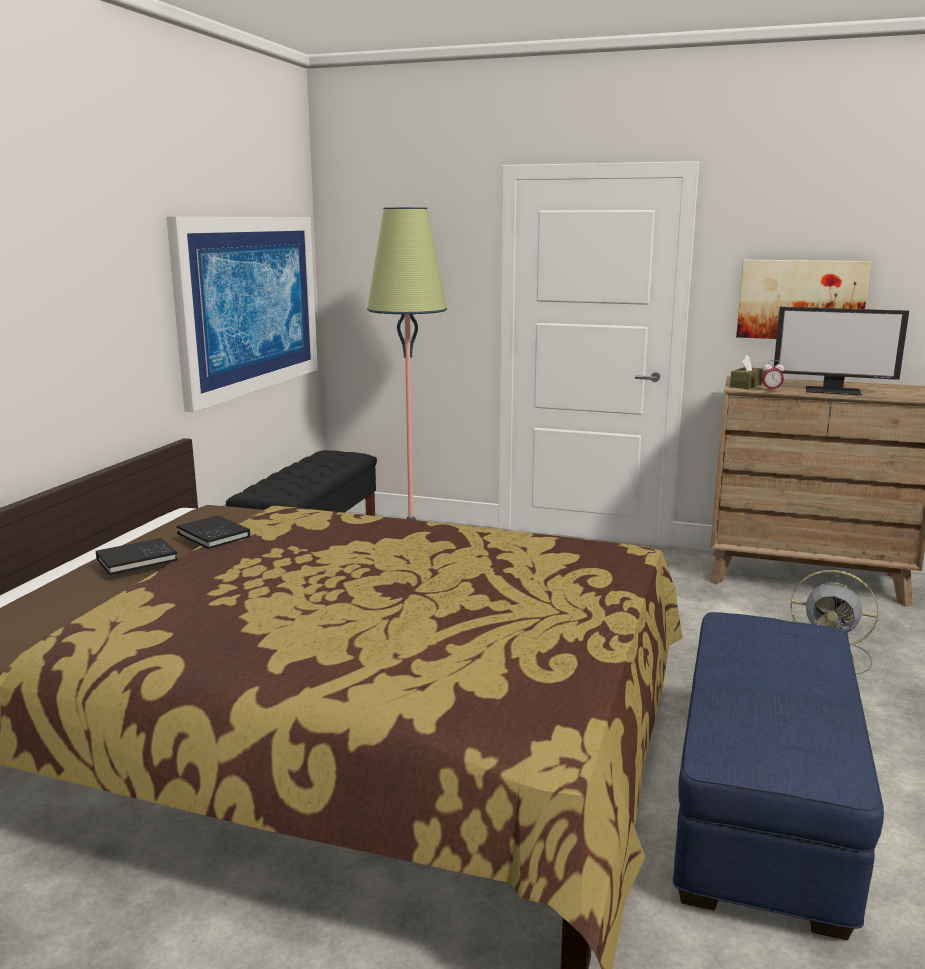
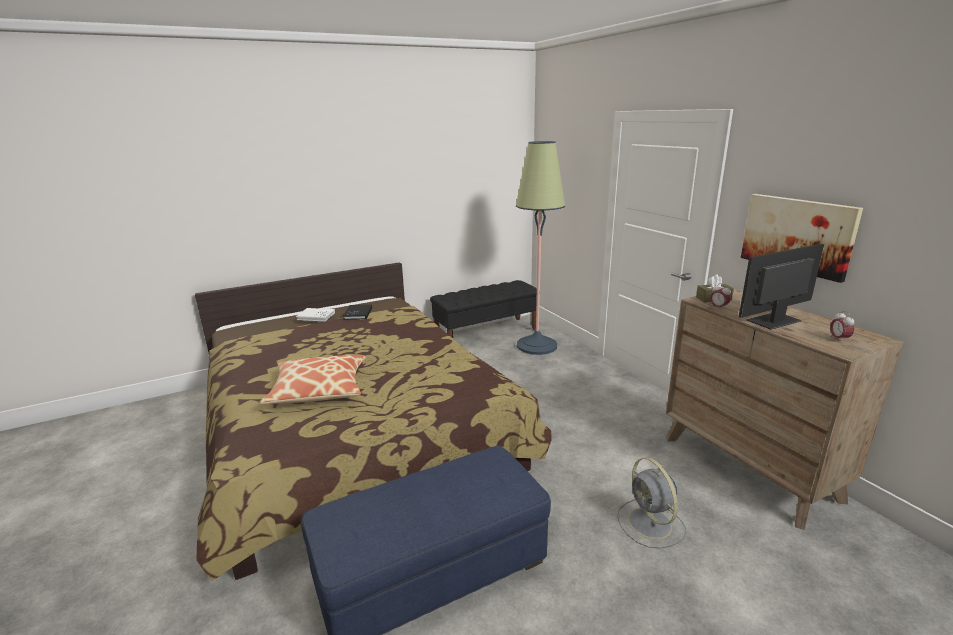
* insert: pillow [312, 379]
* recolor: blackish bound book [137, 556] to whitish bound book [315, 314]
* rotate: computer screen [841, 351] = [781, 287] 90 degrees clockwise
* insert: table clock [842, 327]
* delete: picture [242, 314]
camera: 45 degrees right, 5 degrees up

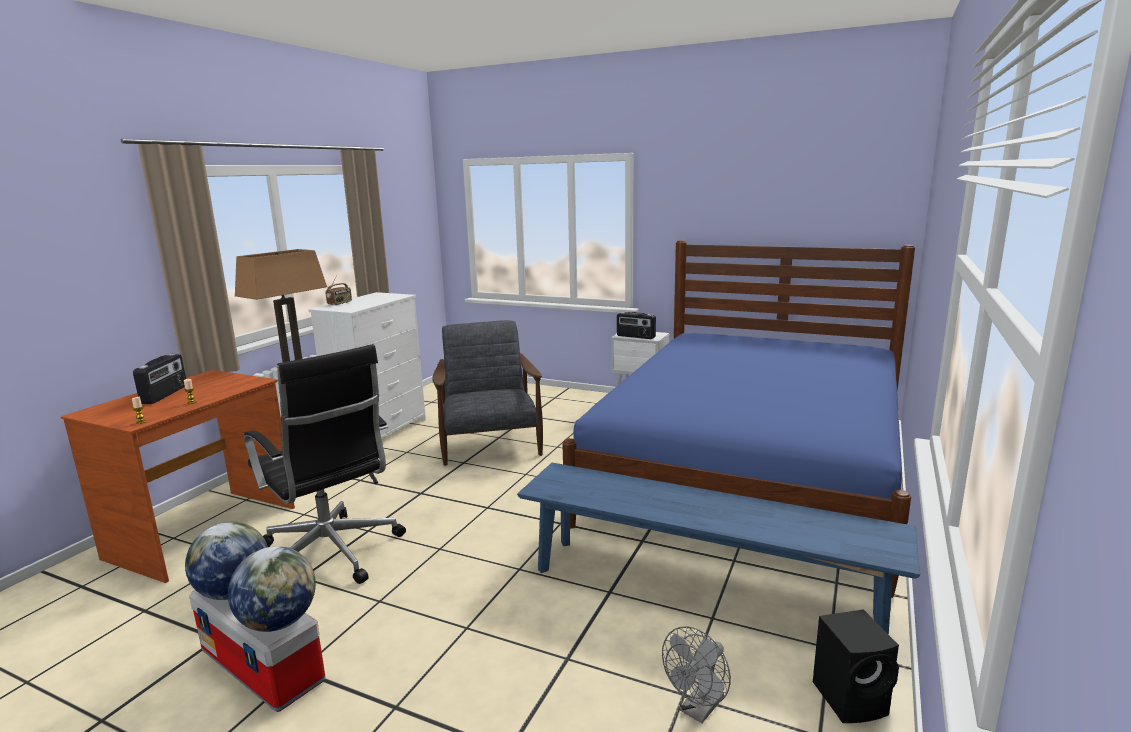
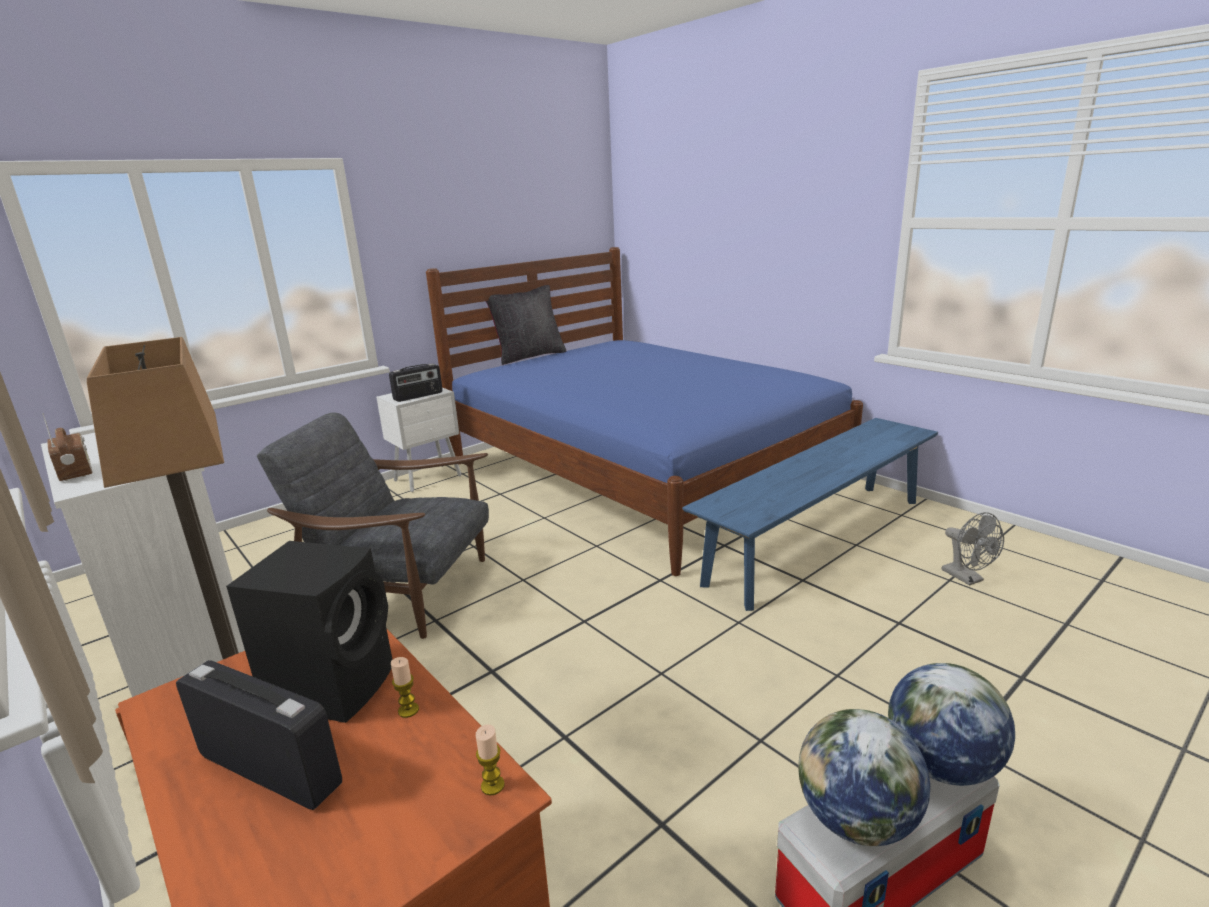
* move: blackish loudspeaker [856, 666] to [309, 632]
* insert: blackish pillow [526, 325]
* delete: blackish desk chair [325, 464]
camera: 65 degrees left, 5 degrees up

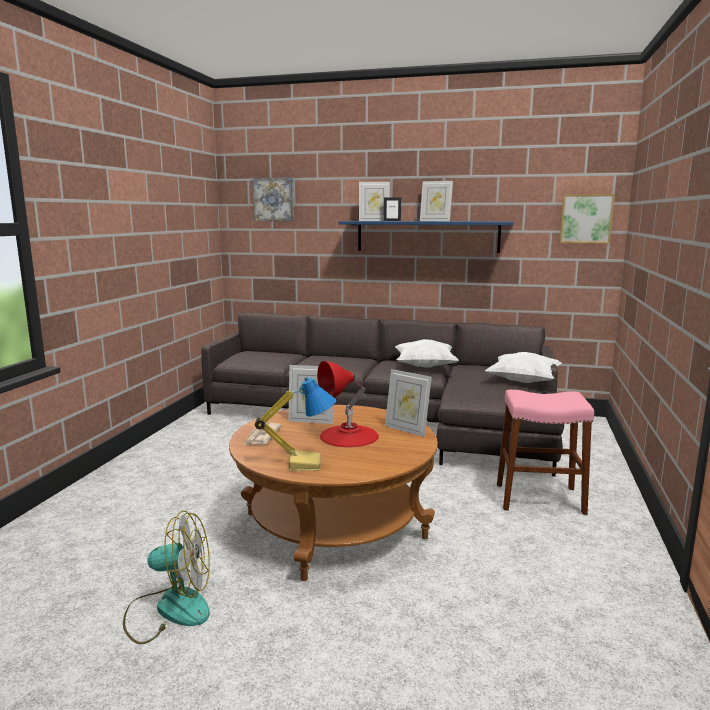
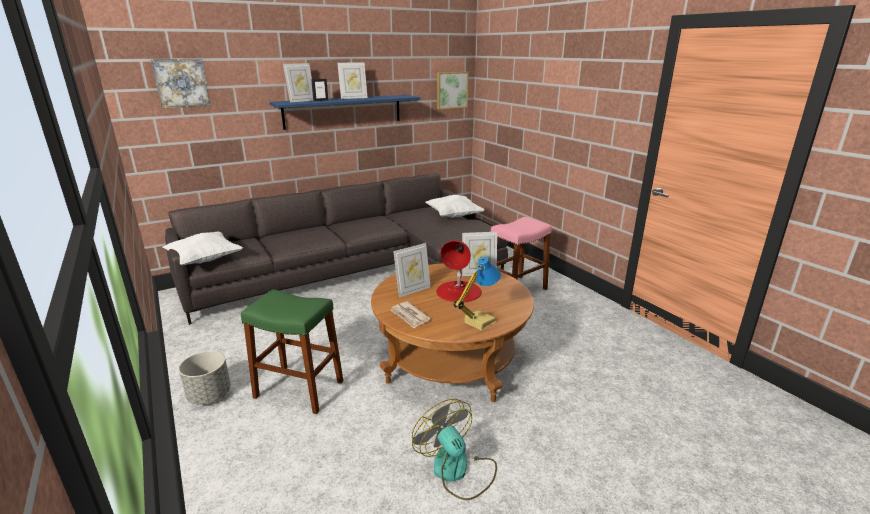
* move: whitish pillow [427, 353] to [202, 248]
* insert: gray planter [205, 377]
* insert: green sitting stool [292, 351]
* rotate: electric fan [166, 577] = [454, 449] 75 degrees counterclockwise
camera: 45 degrees left, 10 degrees up

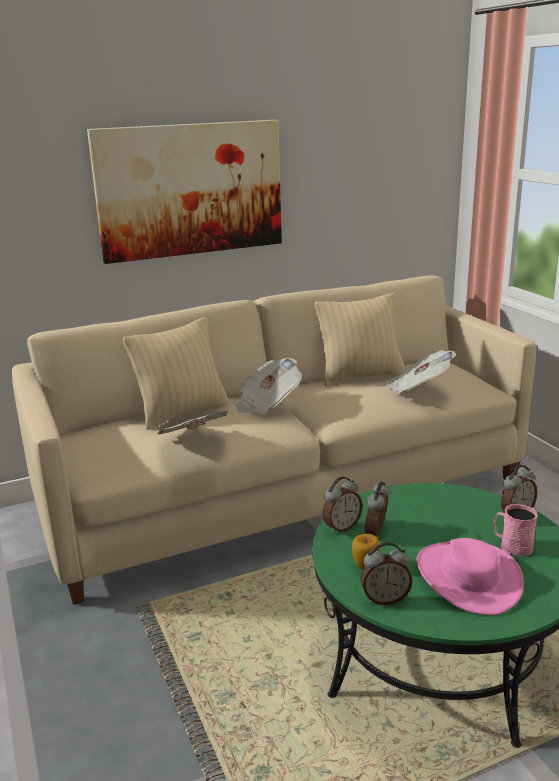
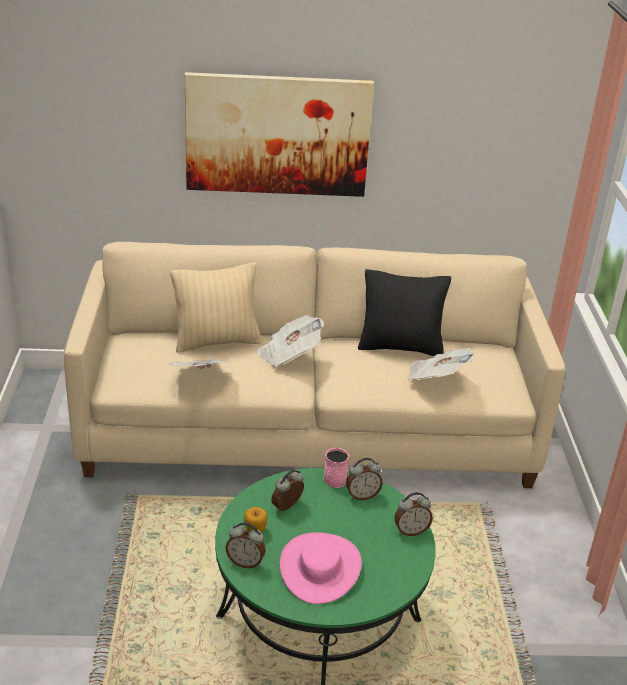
* move: pink coffee mug [516, 530] to [336, 468]
* move: table clock [343, 505] to [364, 479]
* recolor: beige-coloured pillow [360, 340] to blackish pillow [404, 312]
camera: 20 degrees right, 10 degrees up

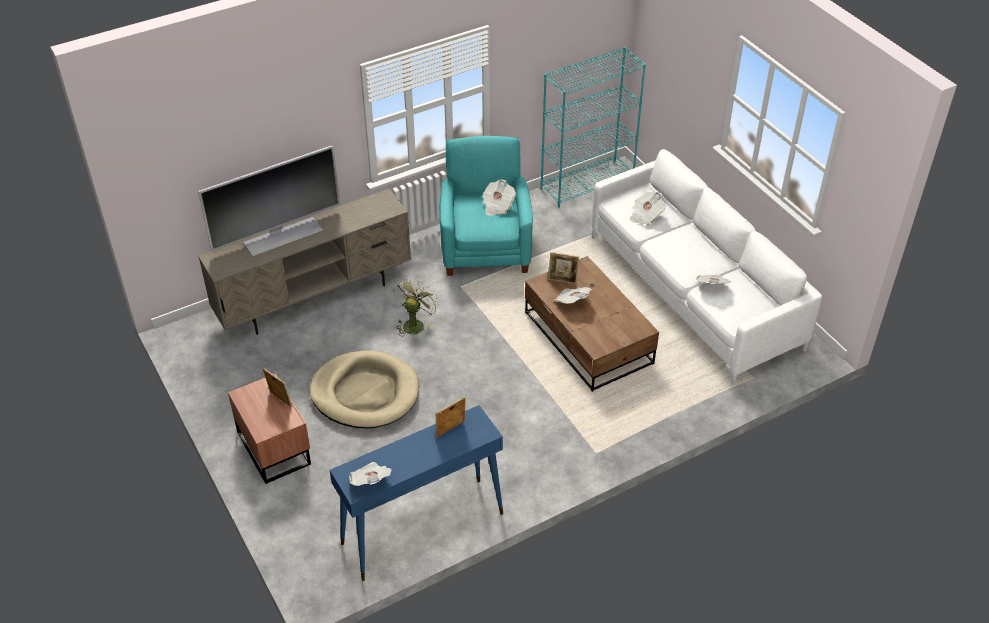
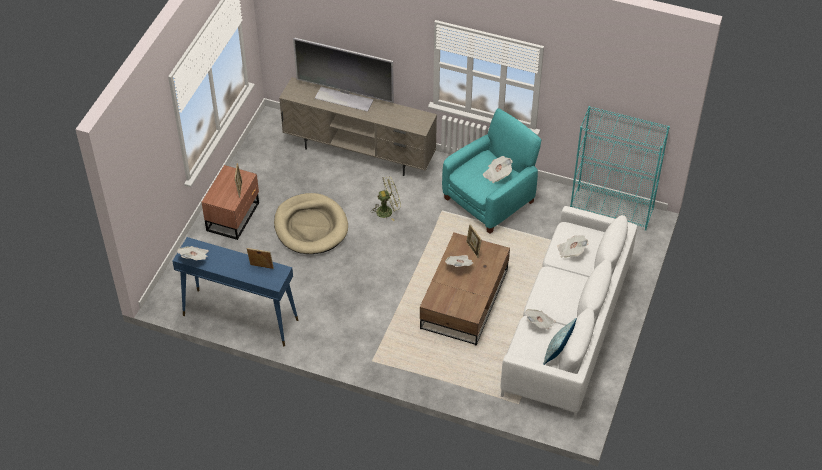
* insert: pillow [560, 341]
camera: 50 degrees right, 5 degrees up

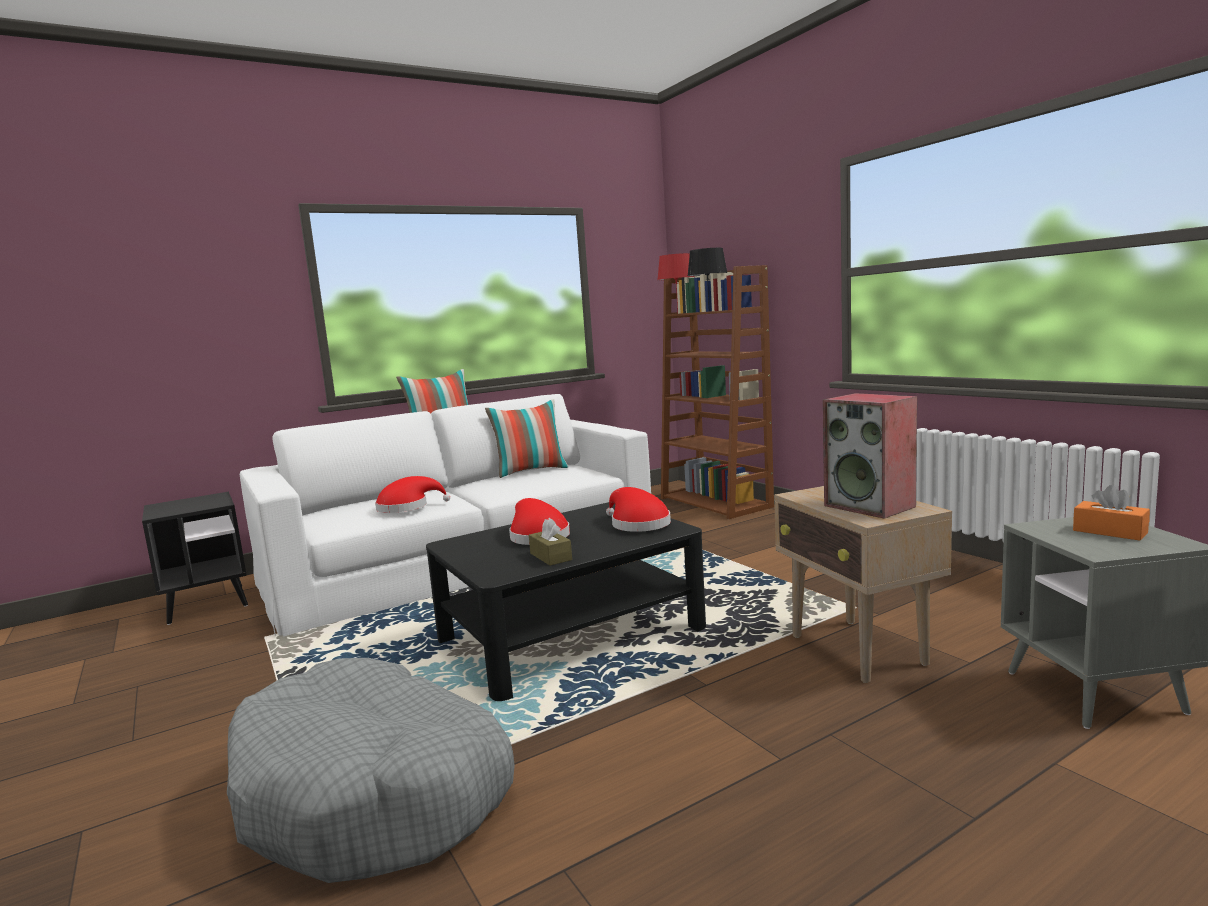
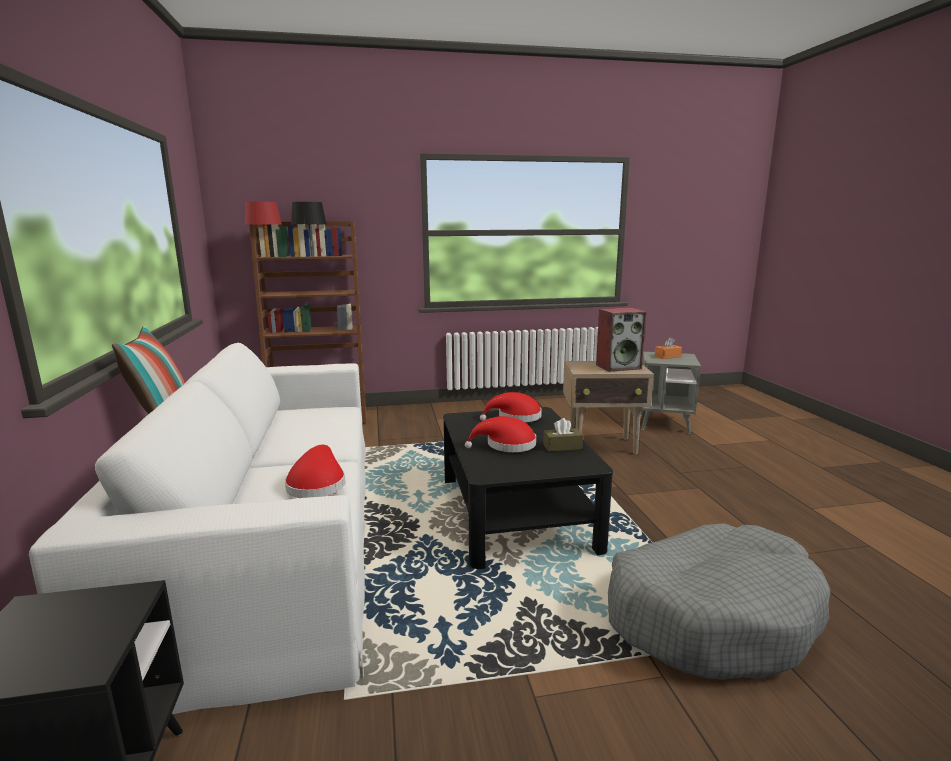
* delete: pillow [526, 438]
camera: 70 degrees left, 5 degrees up

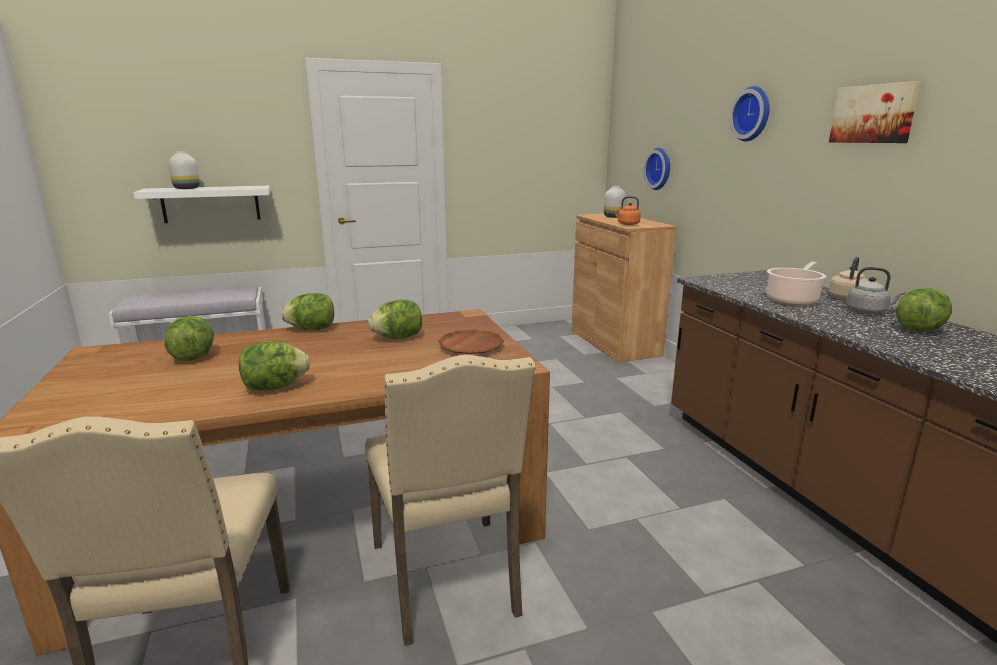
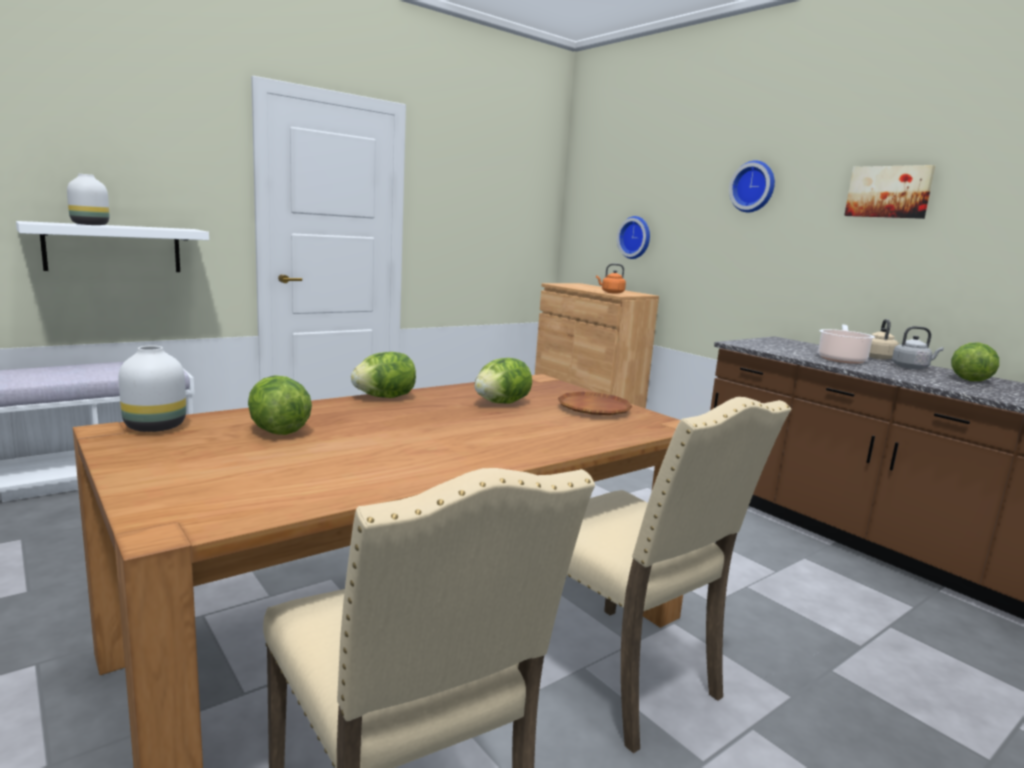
* move: whitish decorative vase [615, 202] to [152, 389]
* delete: head of lettuce [274, 366]
camera: 20 degrees left, 5 degrees down

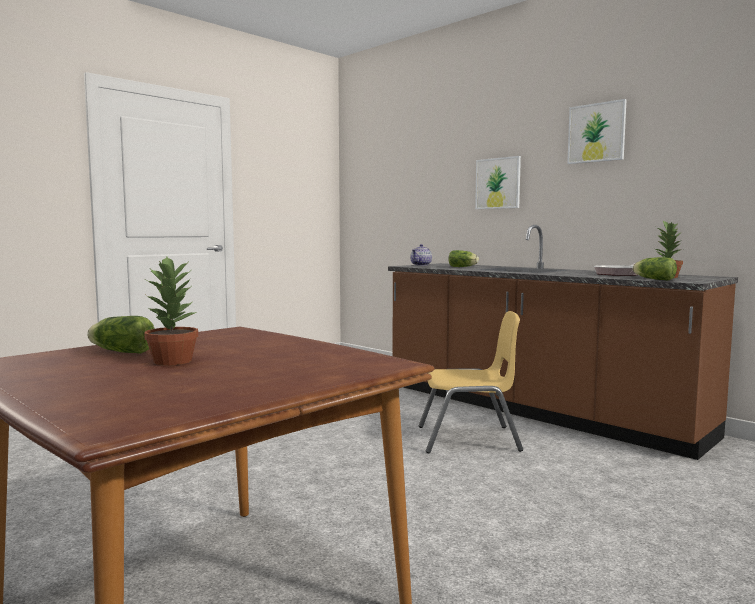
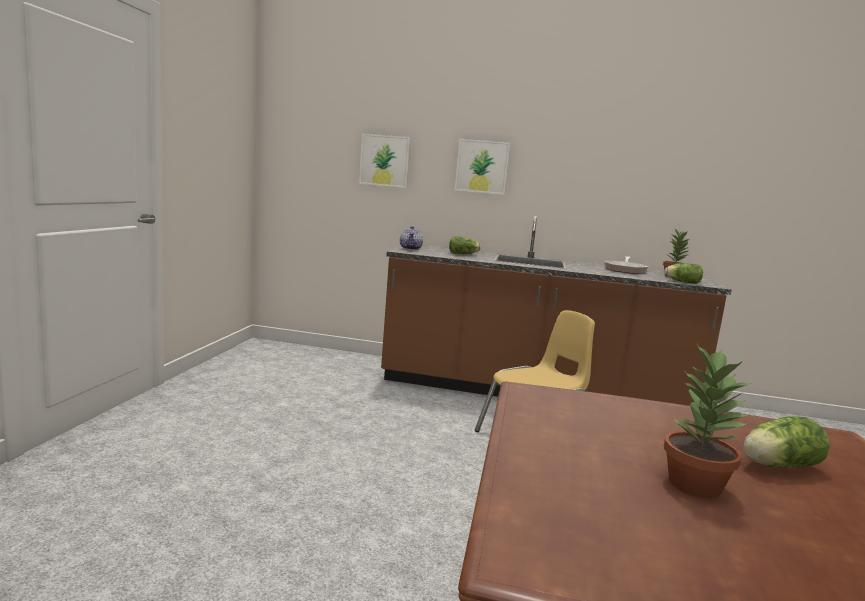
* move: picture [597, 131] to [385, 161]
* move: head of lettuce [121, 335] to [786, 442]
camera: 35 degrees left, 5 degrees up

